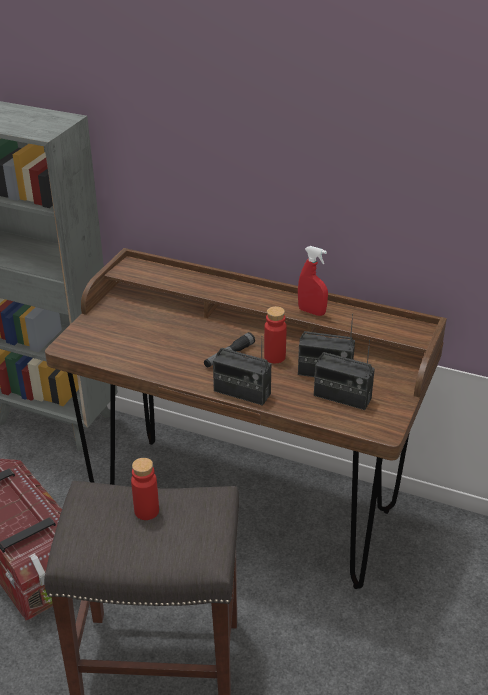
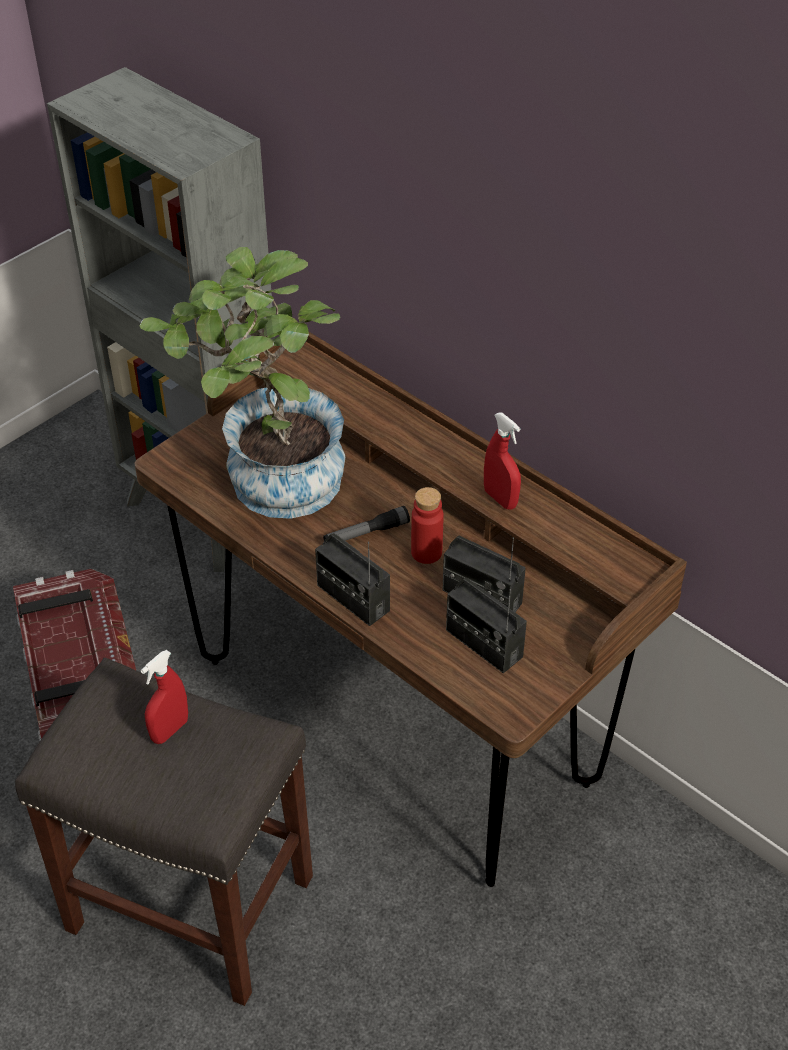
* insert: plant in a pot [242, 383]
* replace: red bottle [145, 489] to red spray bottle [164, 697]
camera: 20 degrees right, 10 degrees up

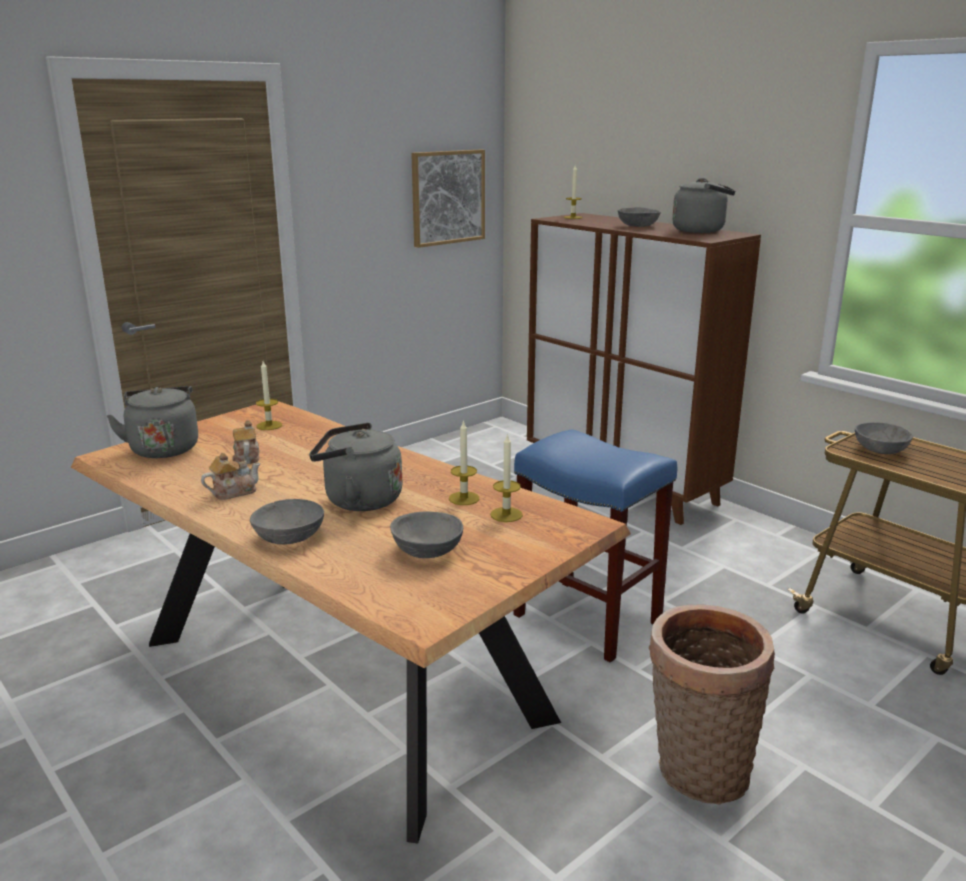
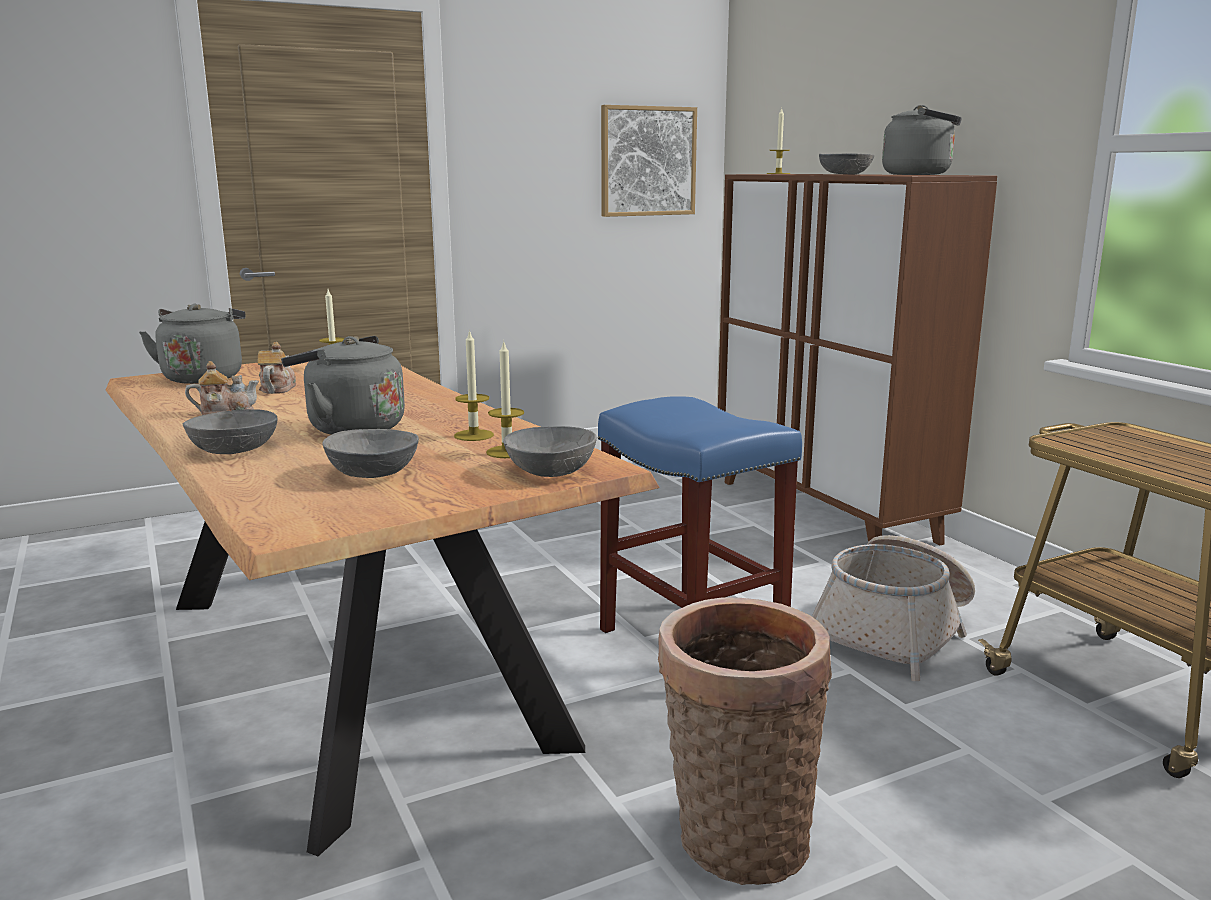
* move: gray deep dish [884, 438] to [550, 451]
* insert: household basket [893, 608]
camera: 15 degrees right, 5 degrees down

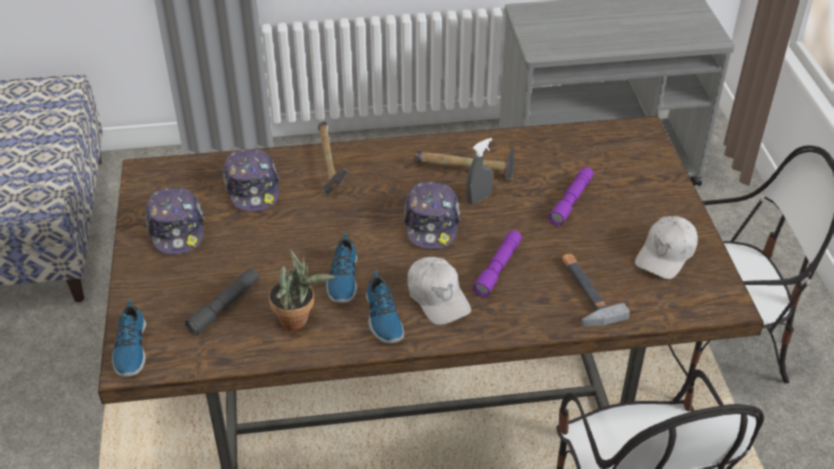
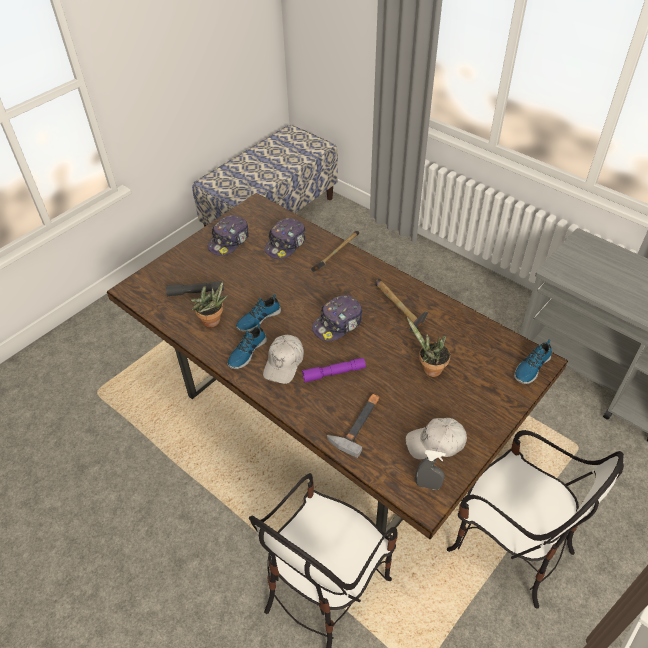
* replace: purplish hand torch [570, 196] to plant in a pot [429, 347]
* move: gray spray bottle [479, 171] to [430, 470]
* move: low shoe [129, 338] to [533, 361]
camera: 50 degrees right, 5 degrees up

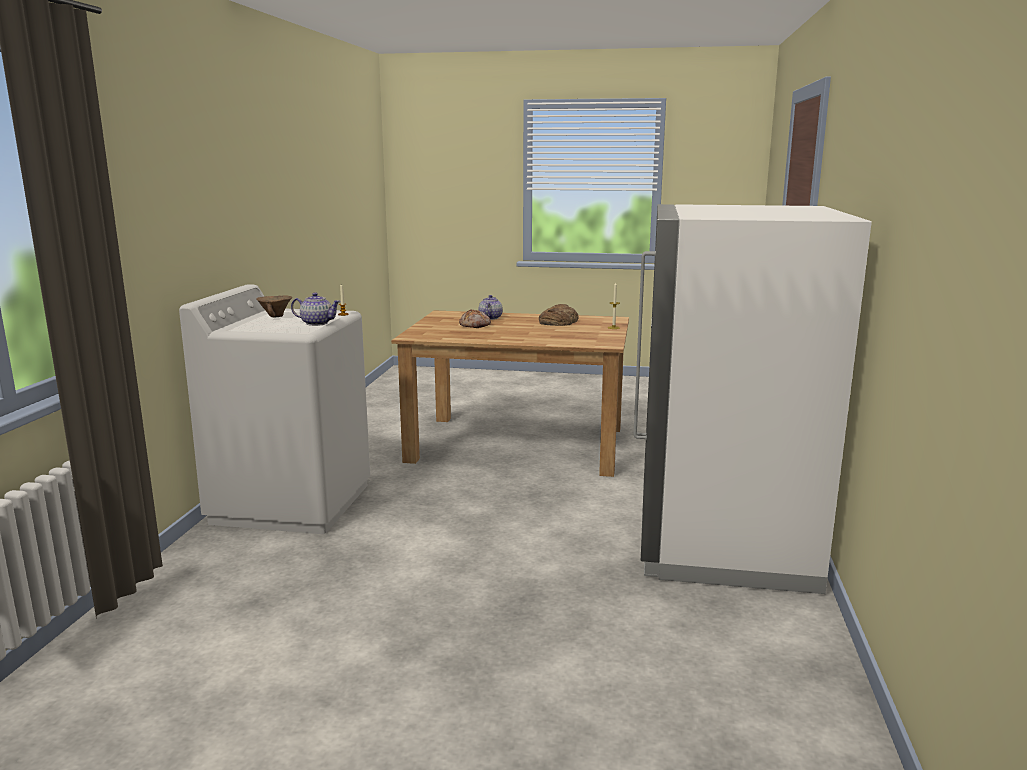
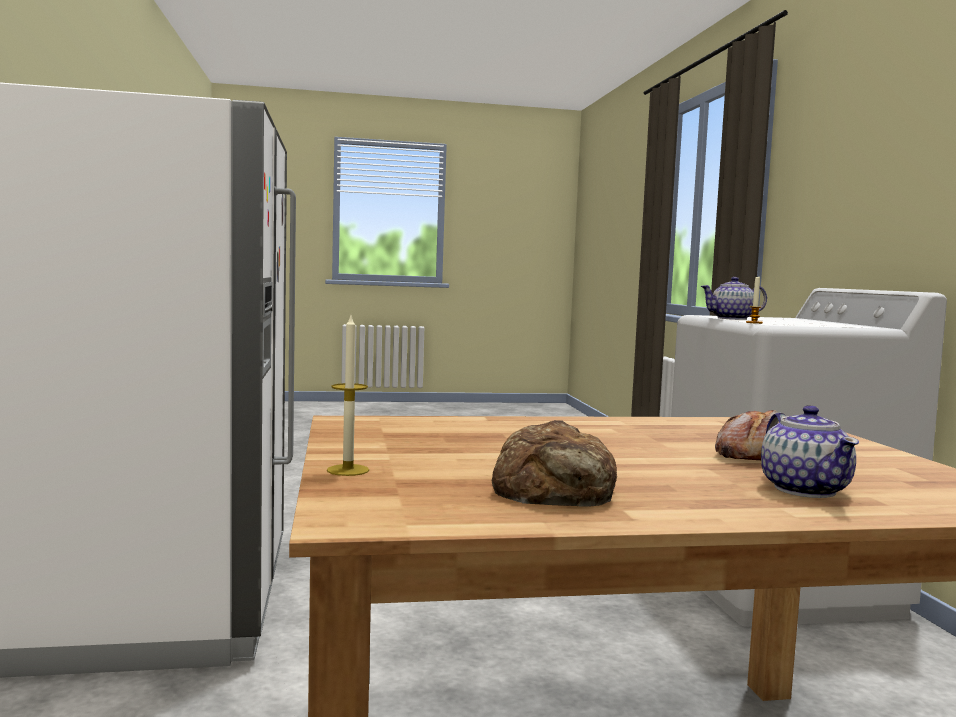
* delete: brown deep dish [274, 306]
camera: 160 degrees right, 10 degrees down

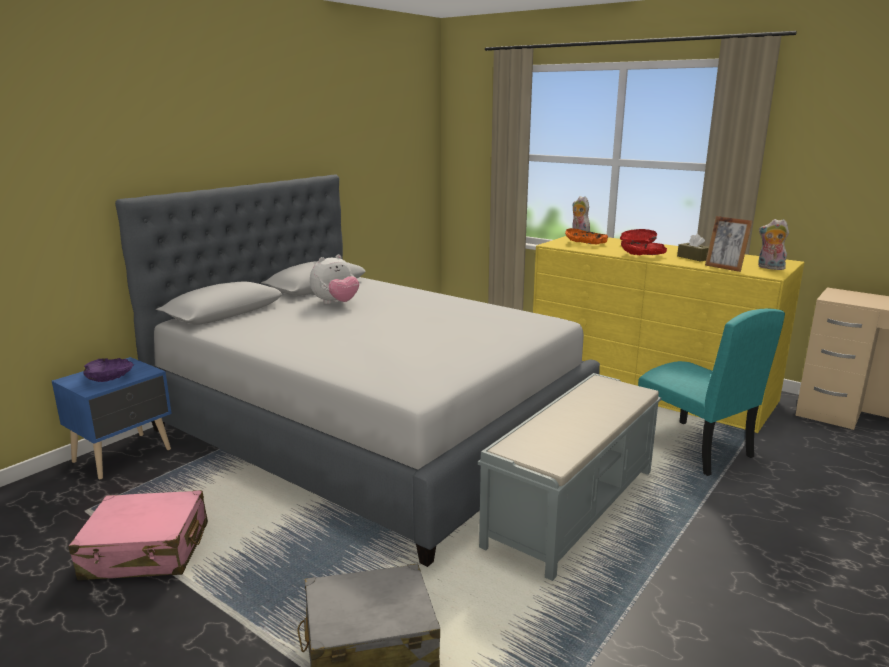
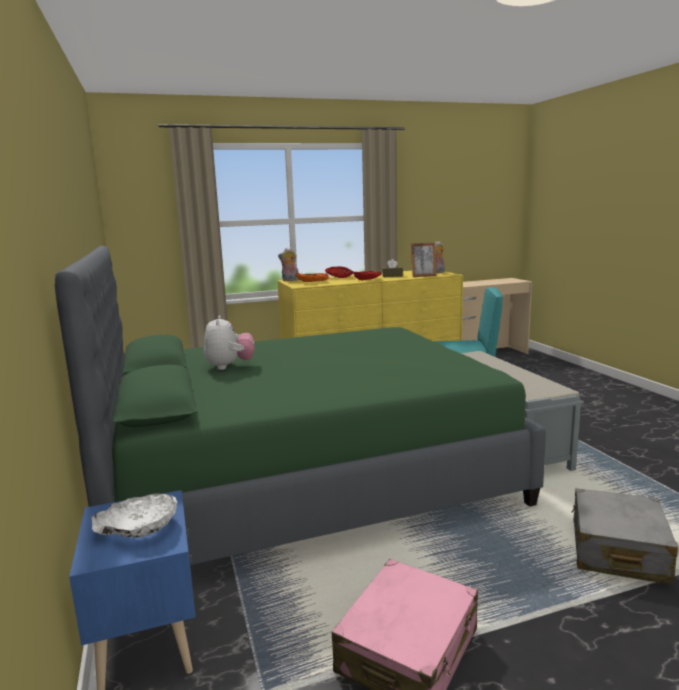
* recolor: gray sleeping bed [357, 371] to green sleeping bed [300, 405]
* recolor: purplish deep dish [109, 370] to whitish deep dish [135, 516]
camera: 55 degrees left, 5 degrees down

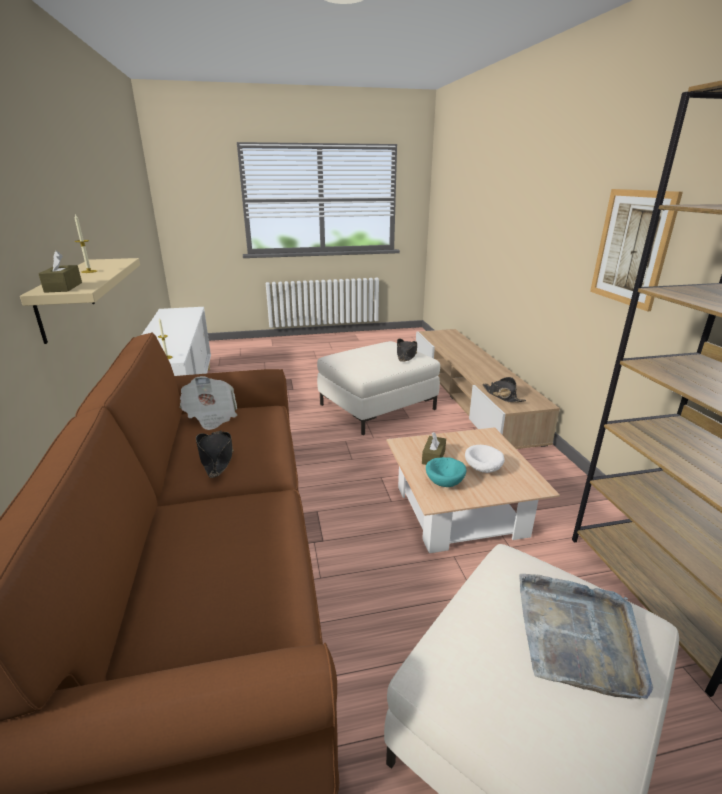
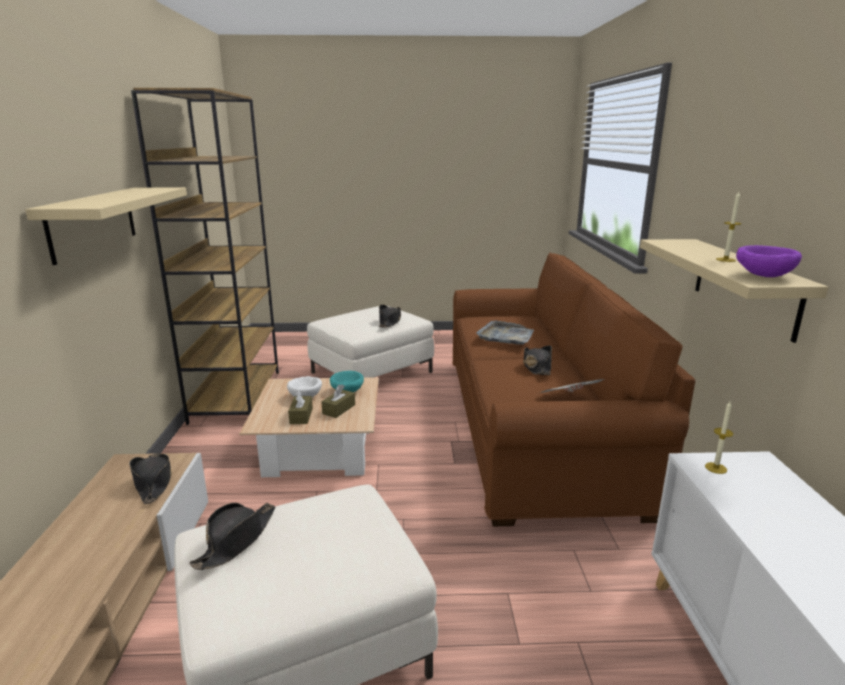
* replace: picture [636, 250] to beige-coloured wall shelf [106, 226]
* move: brown tissue holder [60, 272] to [300, 407]
* insert: blackish hat [390, 315]
* move: gray serving tray [586, 636] to [505, 333]
* insert: purplish deep dish [769, 261]
camera: 170 degrees left, 5 degrees down

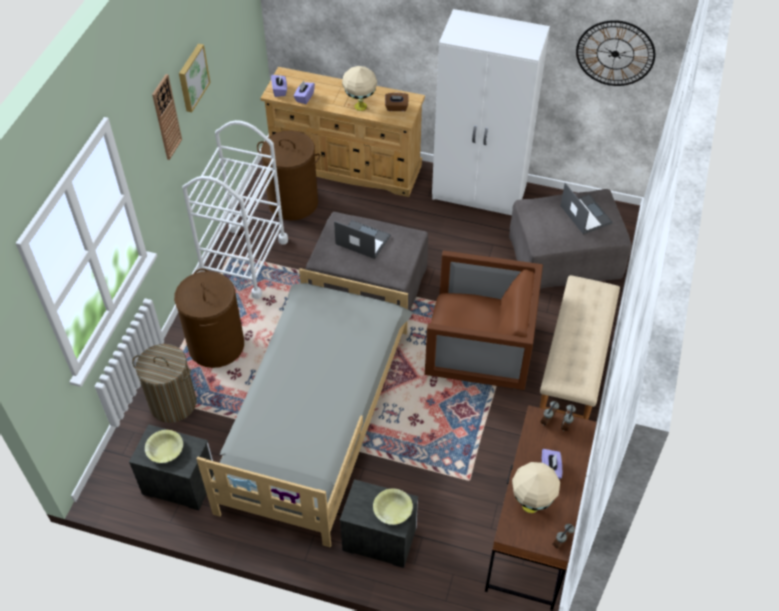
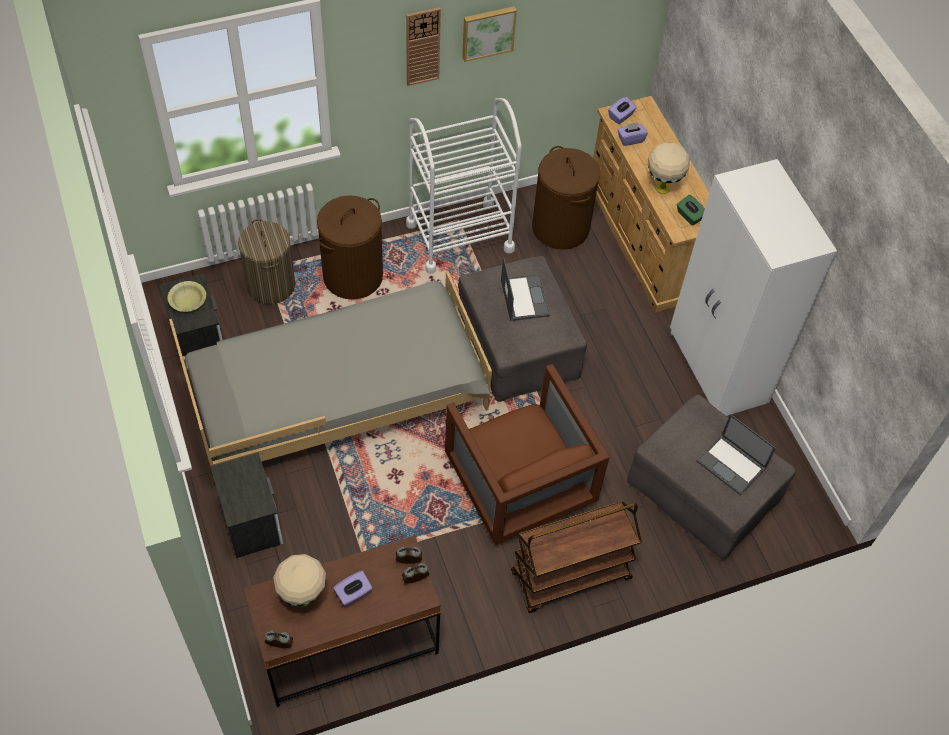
* replace: beige-coloured indoor bench [580, 347] to brown cart [576, 557]
* recolor: brown tissue holder [396, 102] to green tissue holder [691, 210]
* rotate: portable computer [587, 209] = [736, 455] 105 degrees clockwise
* delete: yellow-coloured deep dish [393, 507]
* delete: wall clock [615, 53]
camera: 50 degrees right, 5 degrees up

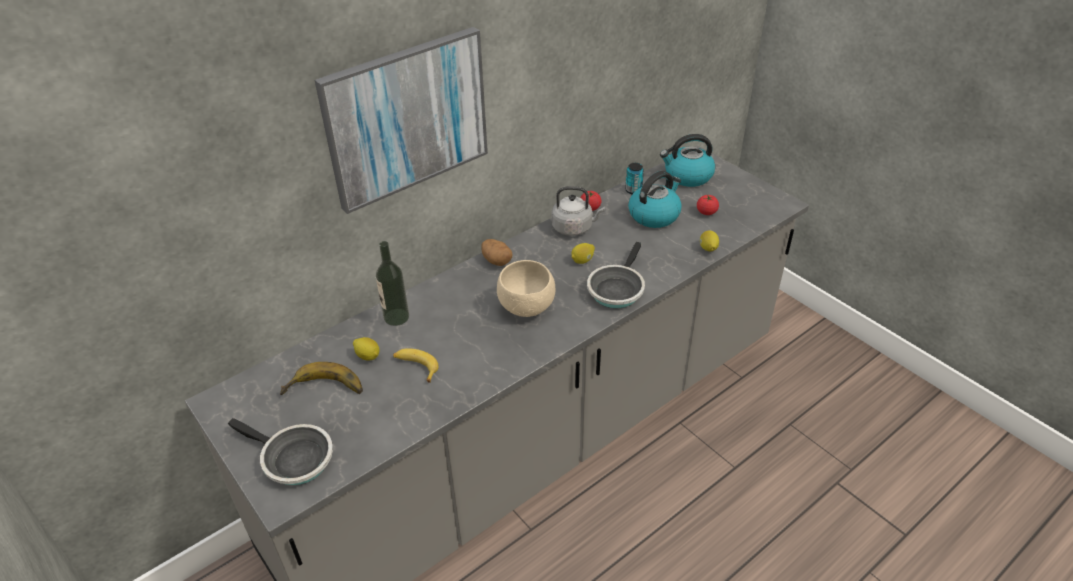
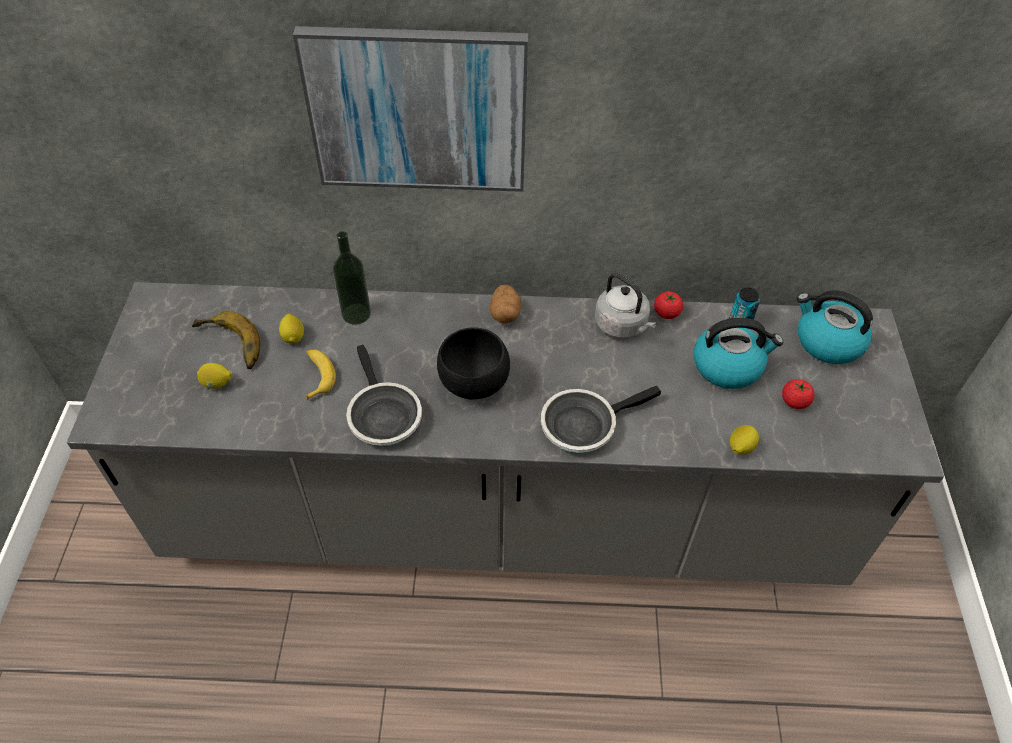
* move: whole lemon [583, 253] to [214, 376]
* move: frying pan [280, 451] to [384, 395]
* recolor: beige-coloured deep dish [526, 288] to blackish deep dish [473, 363]
camera: 40 degrees right, 10 degrees up

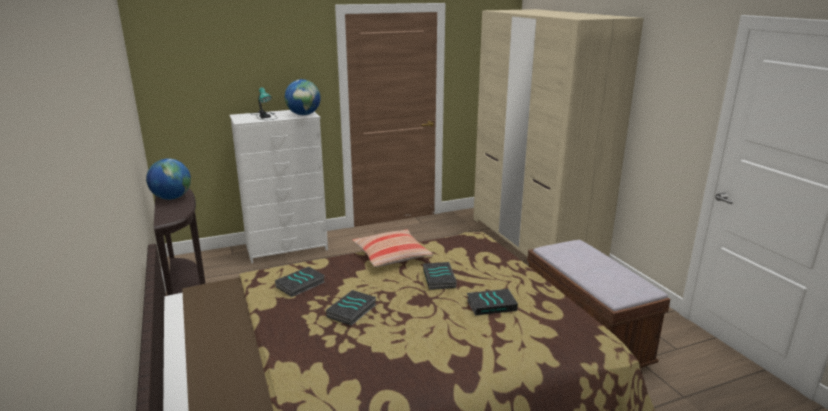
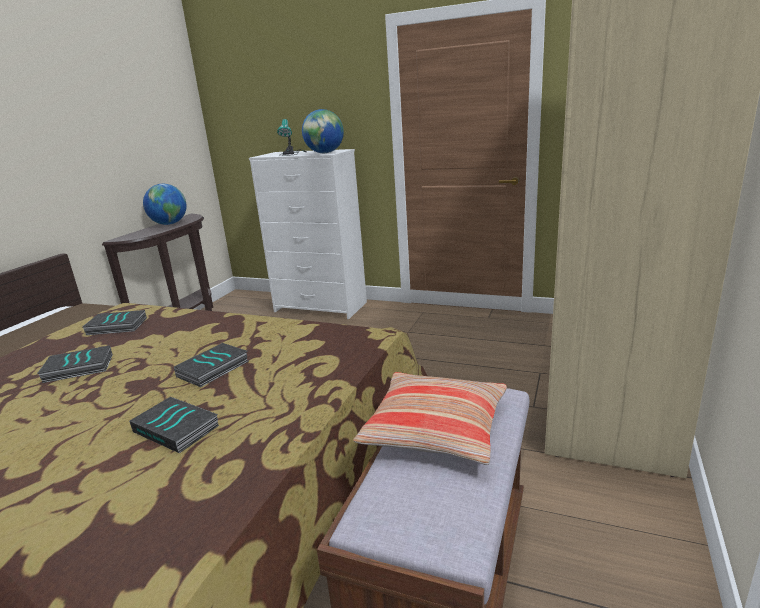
* move: pillow [393, 248] to [430, 418]
camera: 45 degrees right, 0 degrees up

